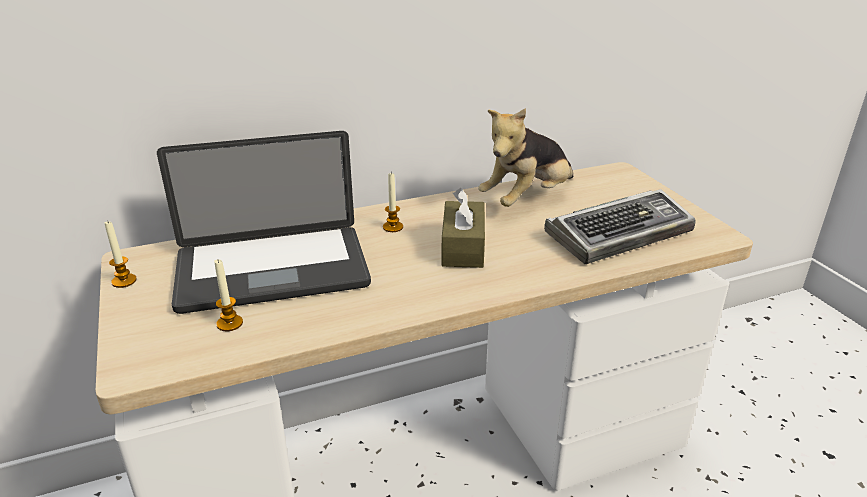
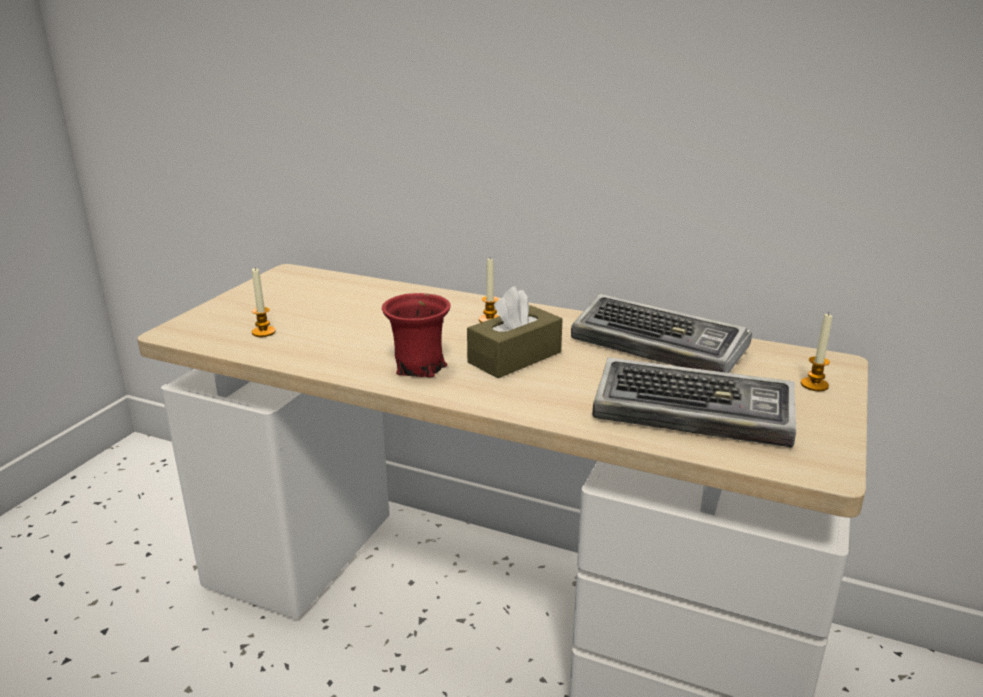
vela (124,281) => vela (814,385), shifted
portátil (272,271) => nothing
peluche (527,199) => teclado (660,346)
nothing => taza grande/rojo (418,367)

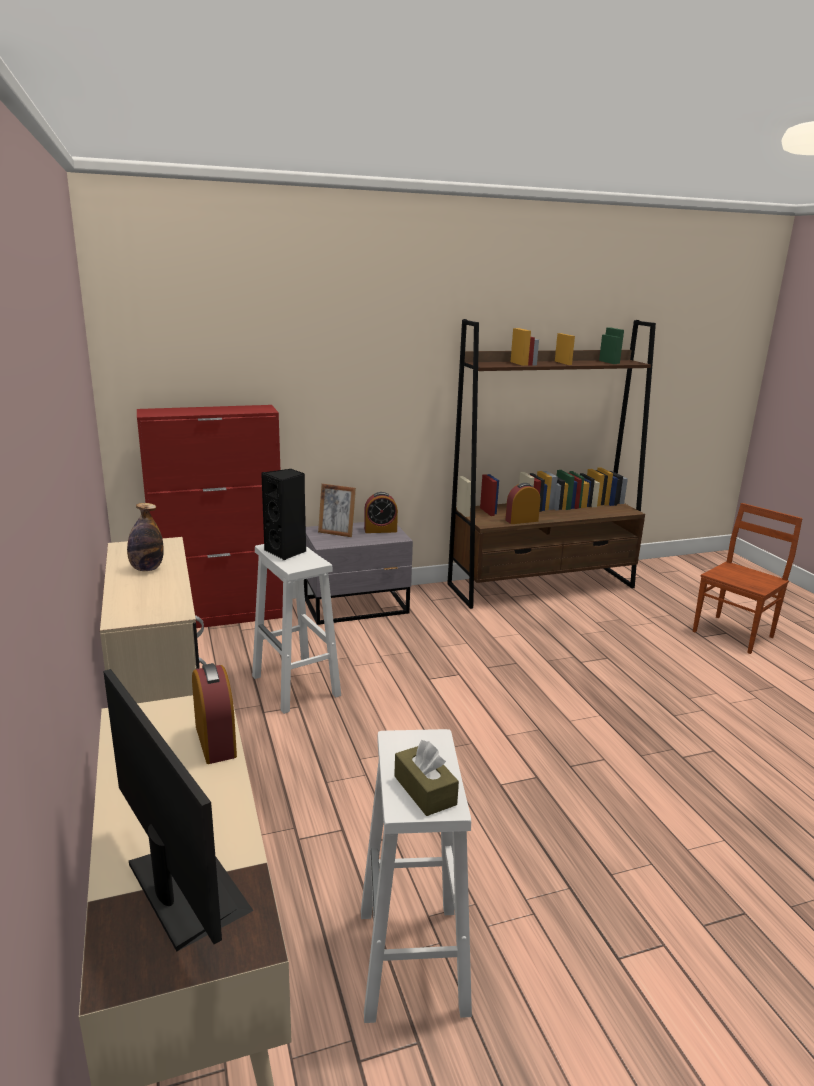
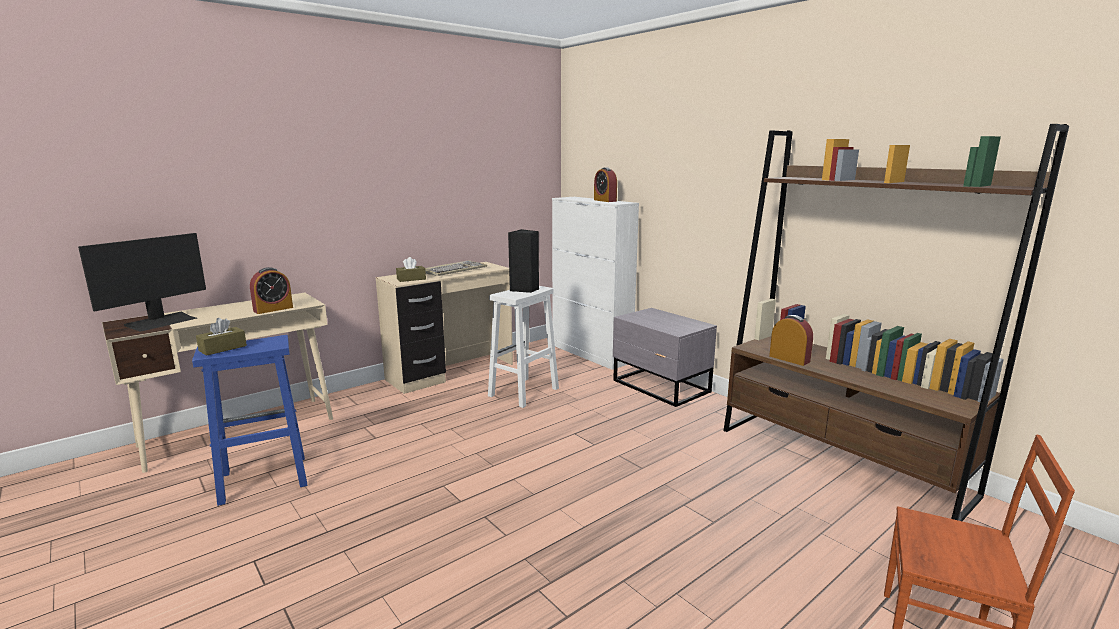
botella (147,569) => teclado (455,270)
armario/rojo (222,616) => armario/blanco (591,354)
portarretratos (336,533) => nothing
taburete/blanco (413,962) => taburete/azul (262,480)
despertador (380,530) => despertador (605,200), shifted
nothing => caja de pañuelos/marrón (411,279)

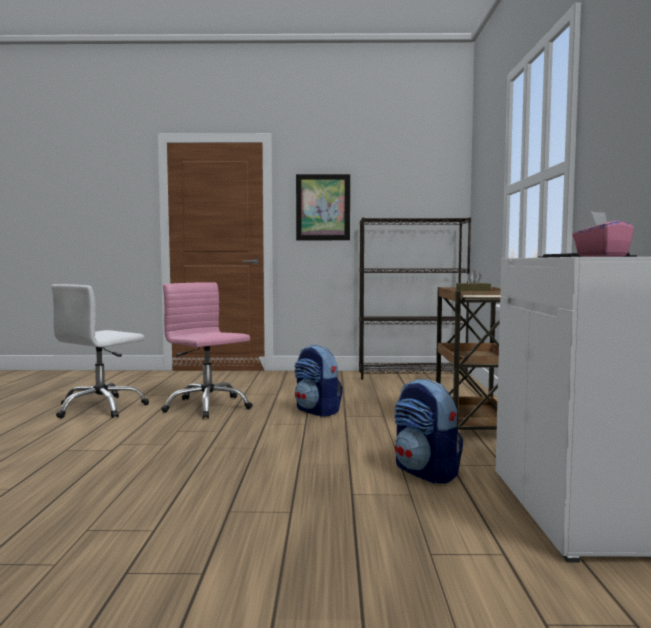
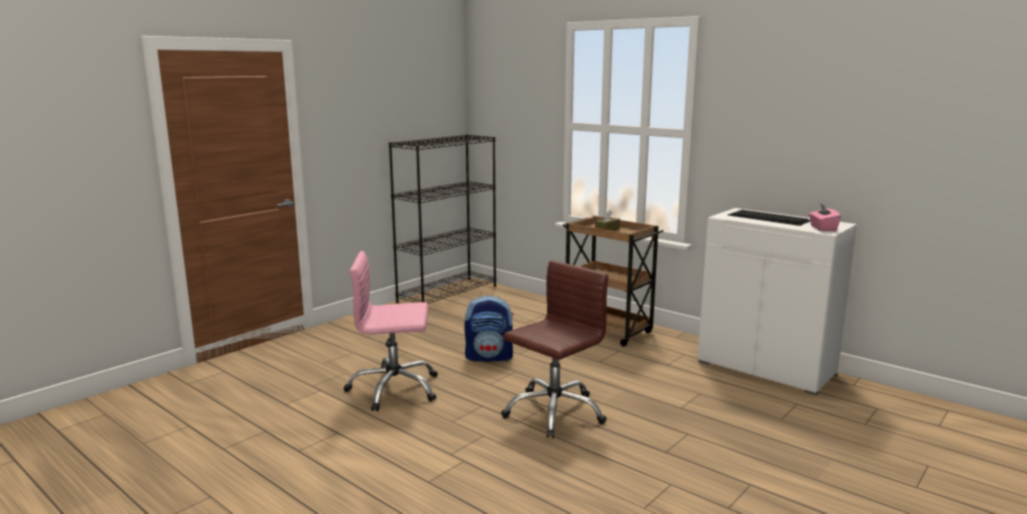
silla de oficina/blanco (101,408) => nothing
cuadro (323,207) => nothing
mochila (426,473) => nothing
nothing => silla de oficina/marrón (554,412)

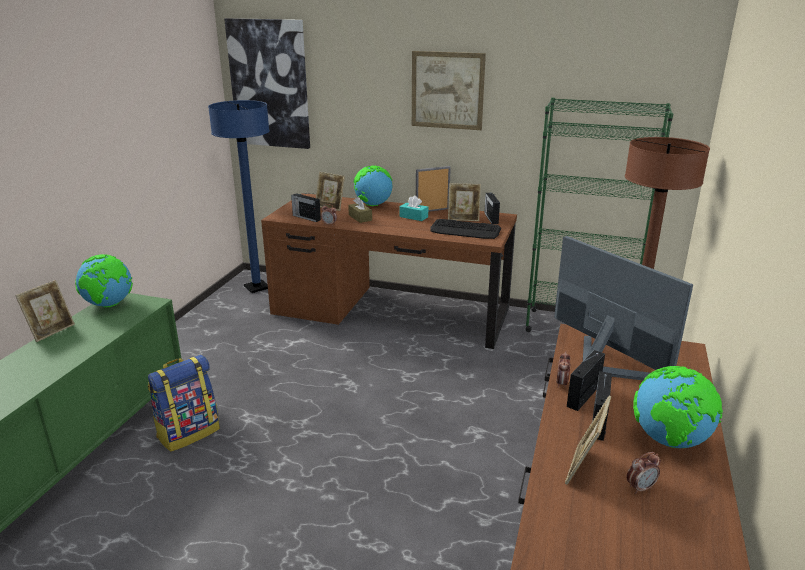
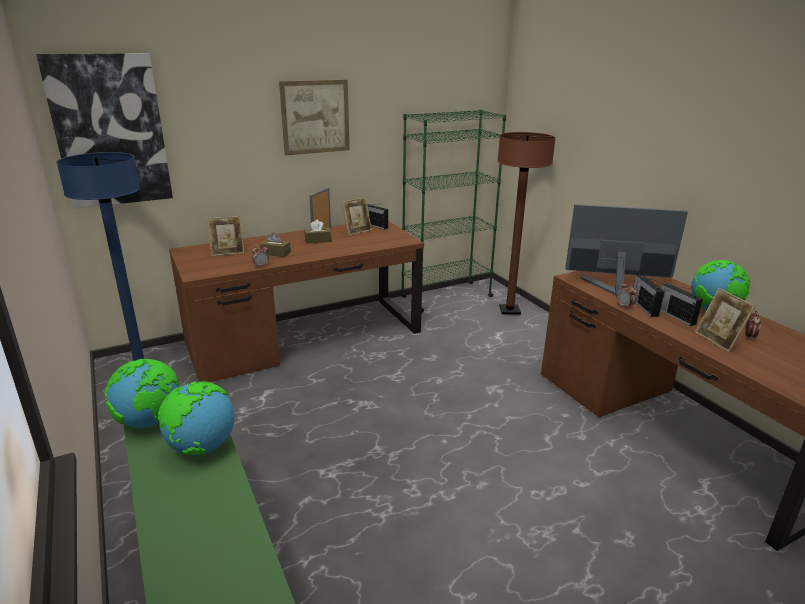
portarretratos (51,331) => nothing
mochila (189,432) => nothing
radio (306,217) => nothing
globo terráqueo (373,205) => globo terráqueo (201,448), shifted
caja de pañuelos/turquesa (413,217) => caja de pañuelos/marrón (318,240)
teclado (465,230) => nothing

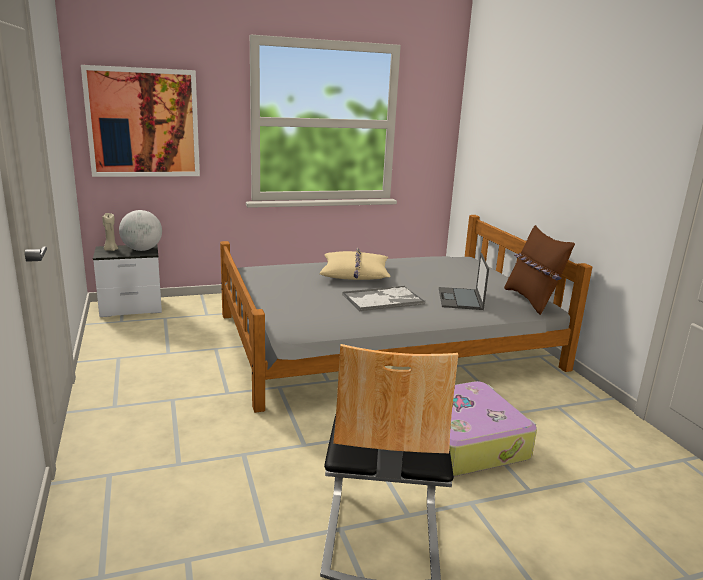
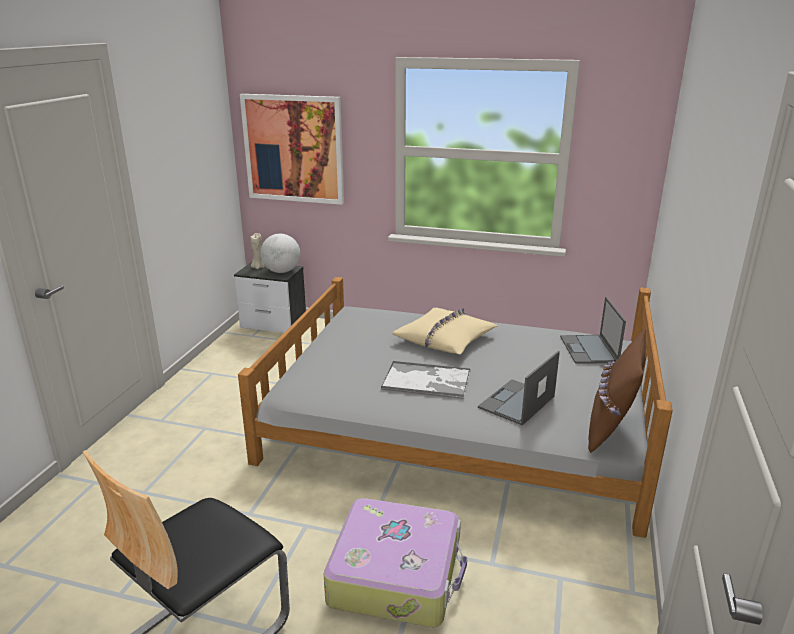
nothing => portátil (589,350)

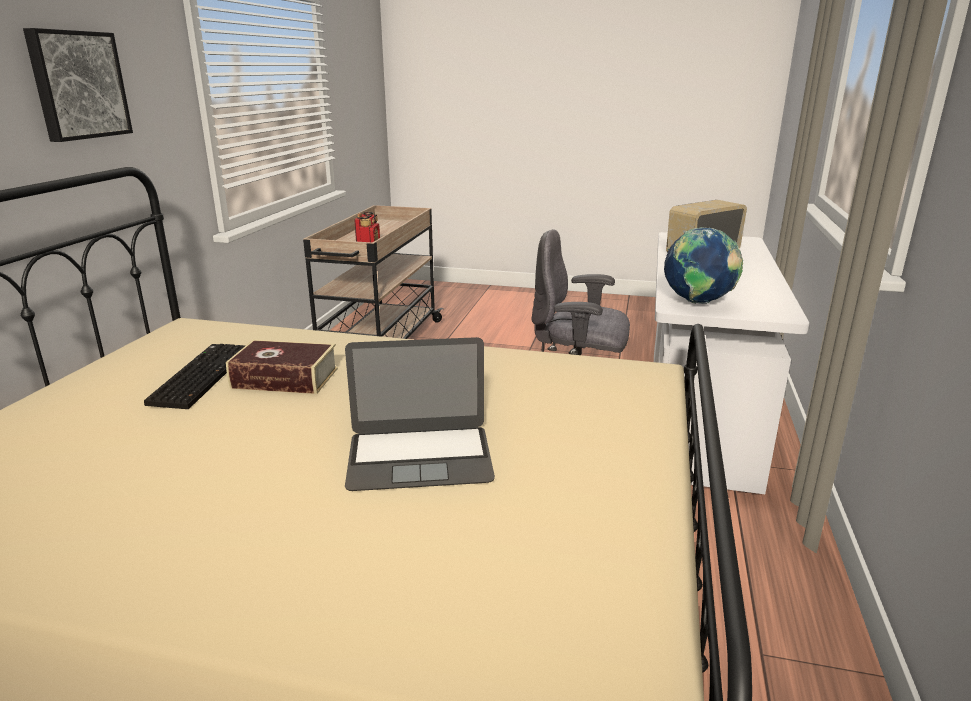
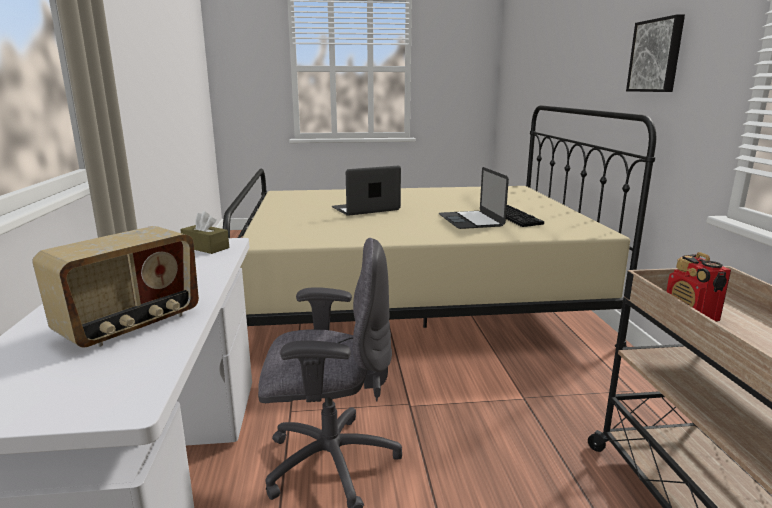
libro (285,378) => portátil (470,220)
globo terráqueo (698,303) => caja de pañuelos/marrón (206,247)

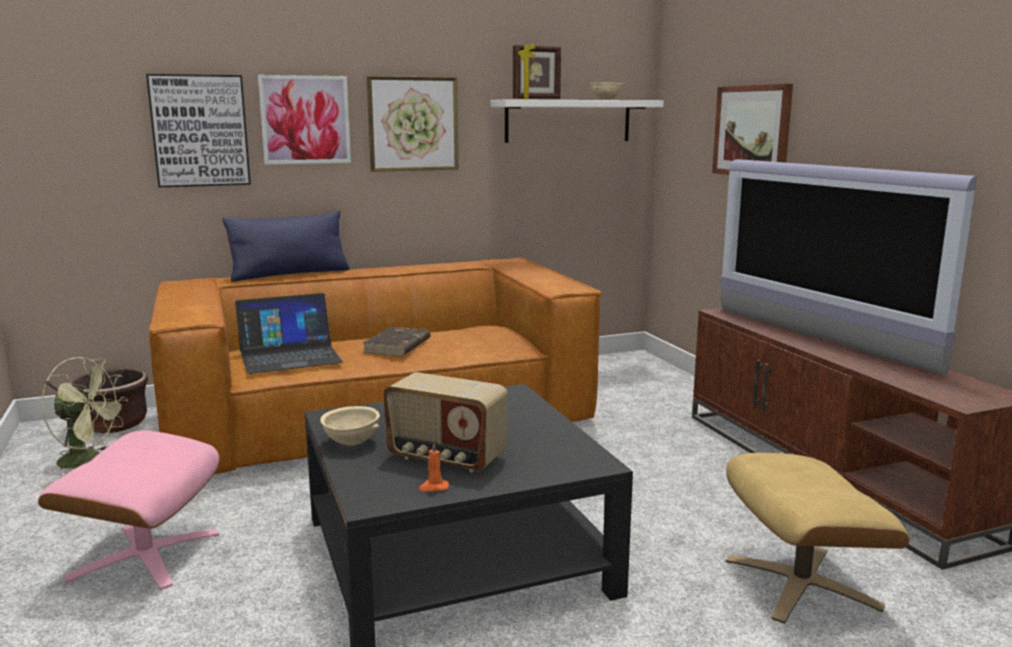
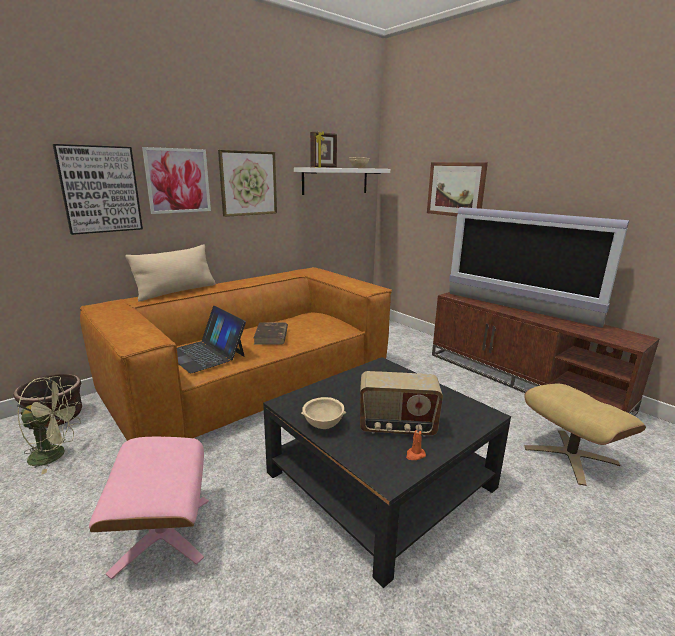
cojín/azul (290,274) => cojín/beis (177,291)
portátil (290,356) => portátil (205,354), 90 degrees clockwise

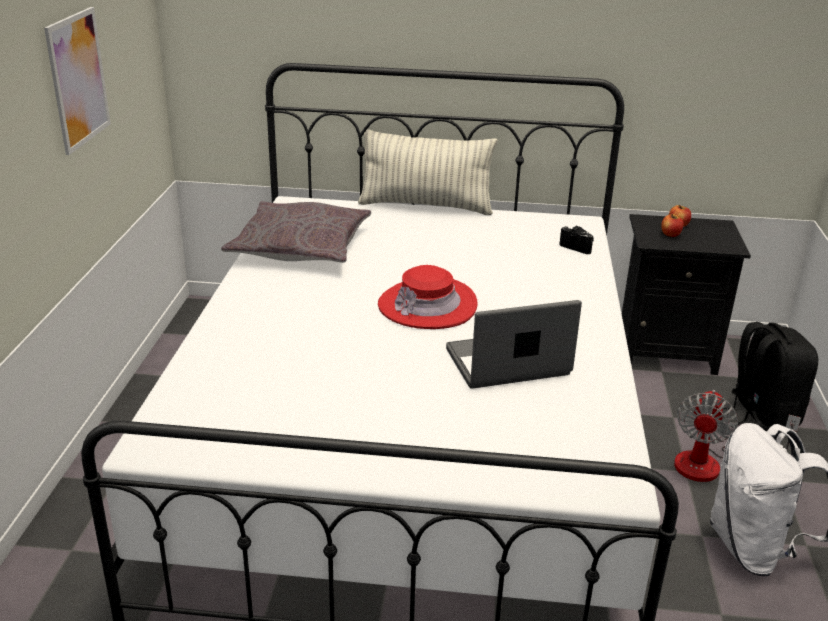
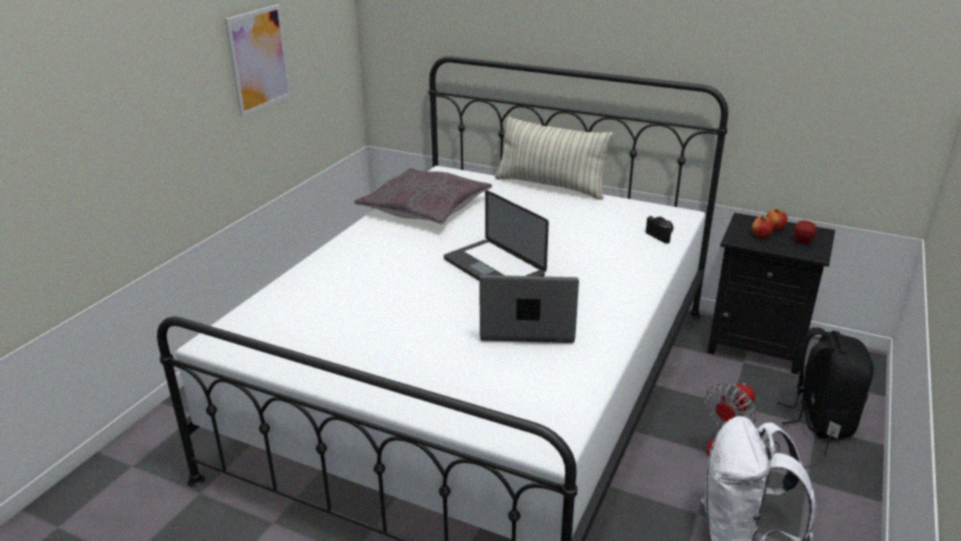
sombrero/rojo (427,305) => portátil (493,268)
nothing => manzana (802,241)

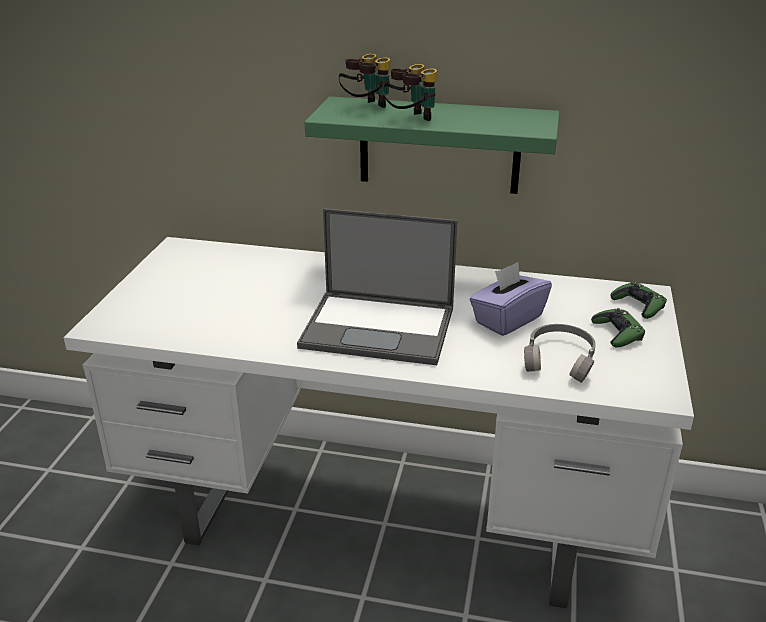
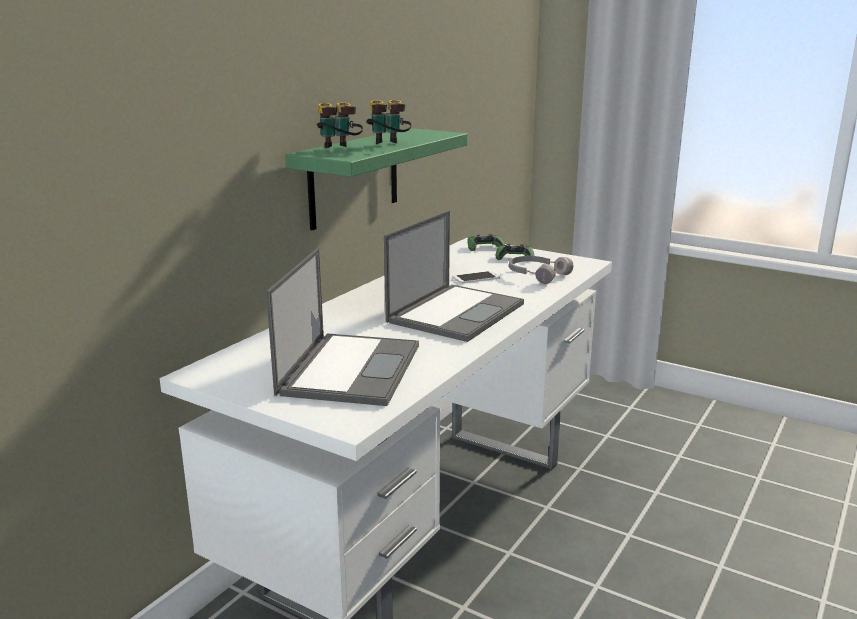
caja de pañuelos/morado (507,319) => móvil (476,278)
nothing => portátil (350,368)

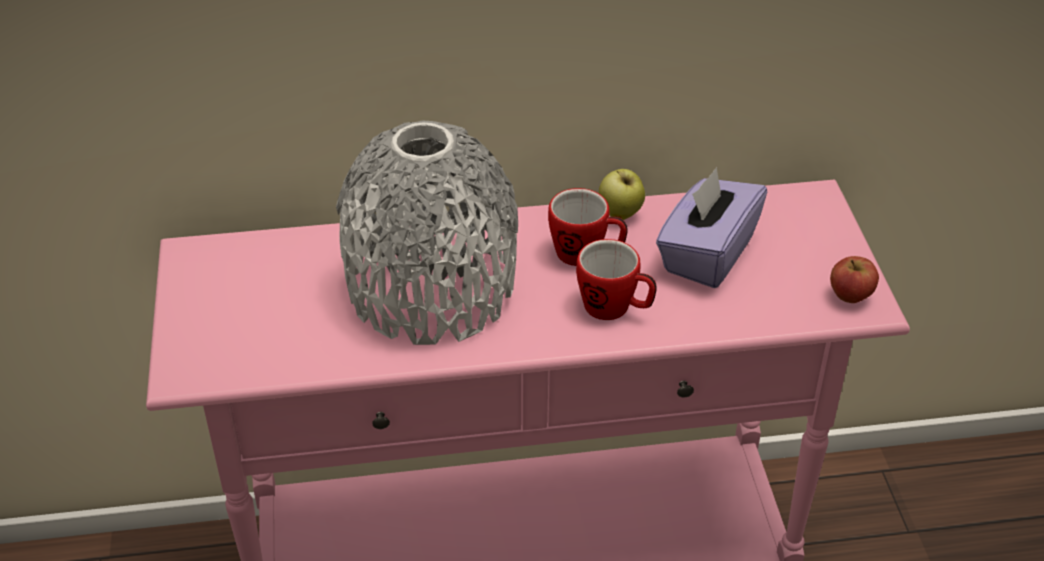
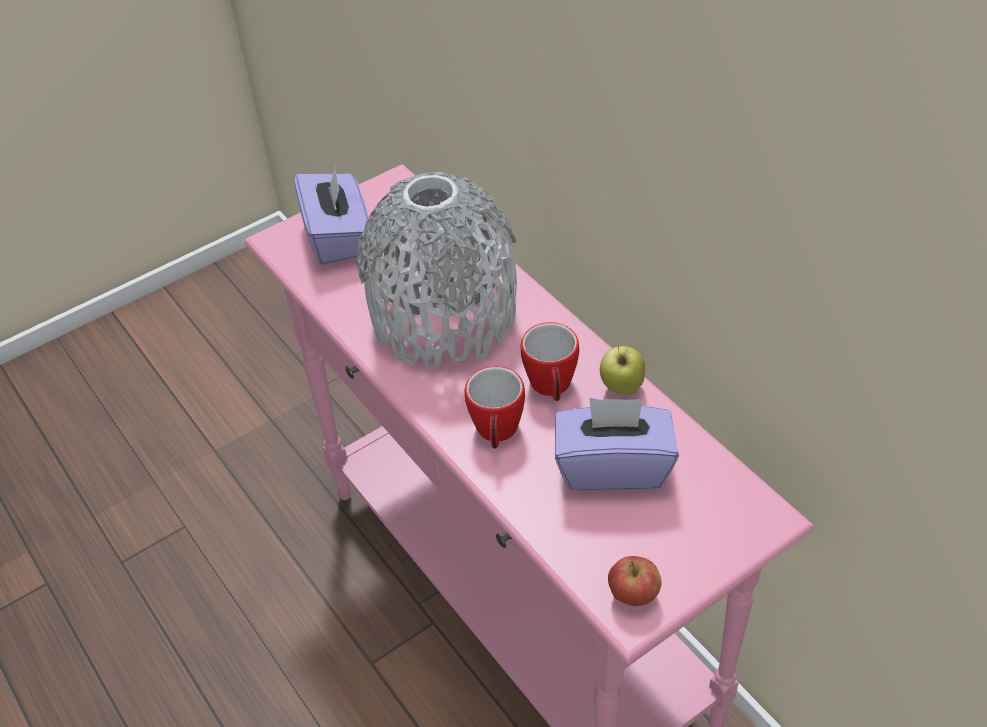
nothing => caja de pañuelos/morado (338,237)

